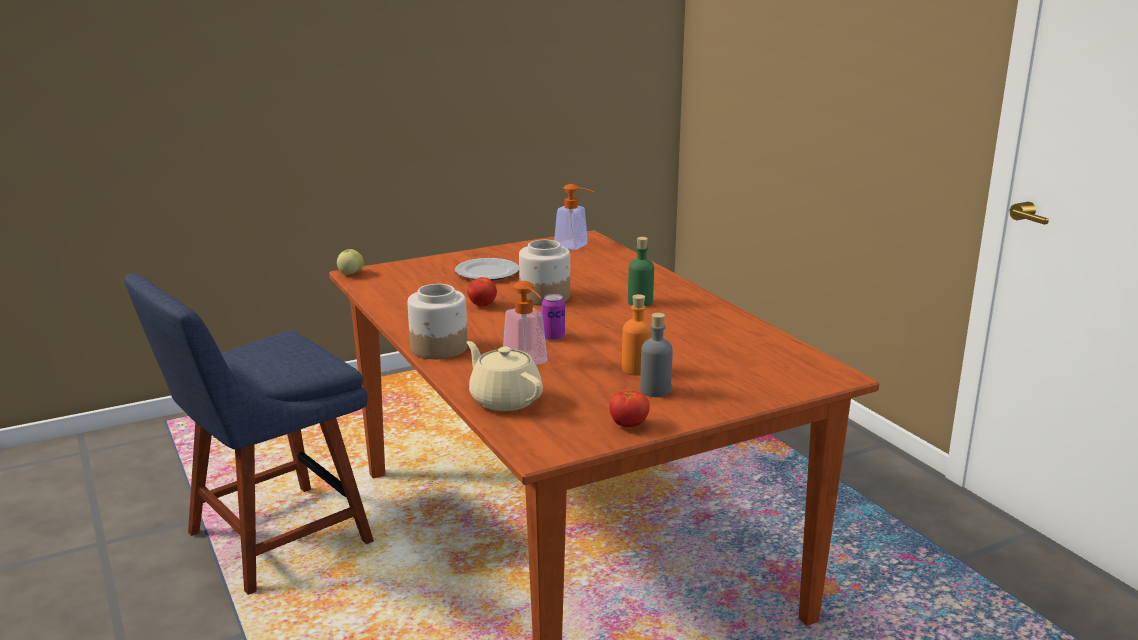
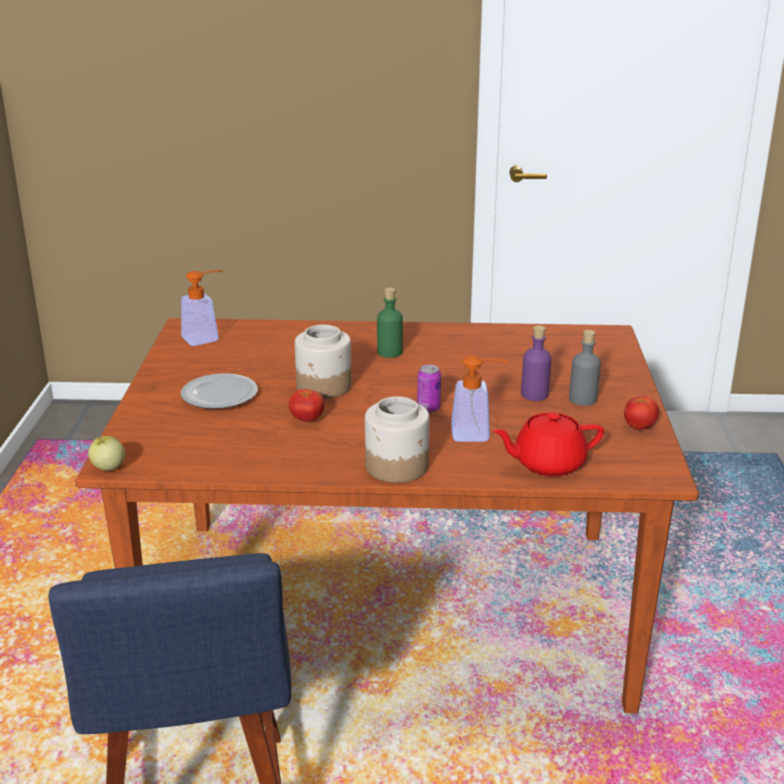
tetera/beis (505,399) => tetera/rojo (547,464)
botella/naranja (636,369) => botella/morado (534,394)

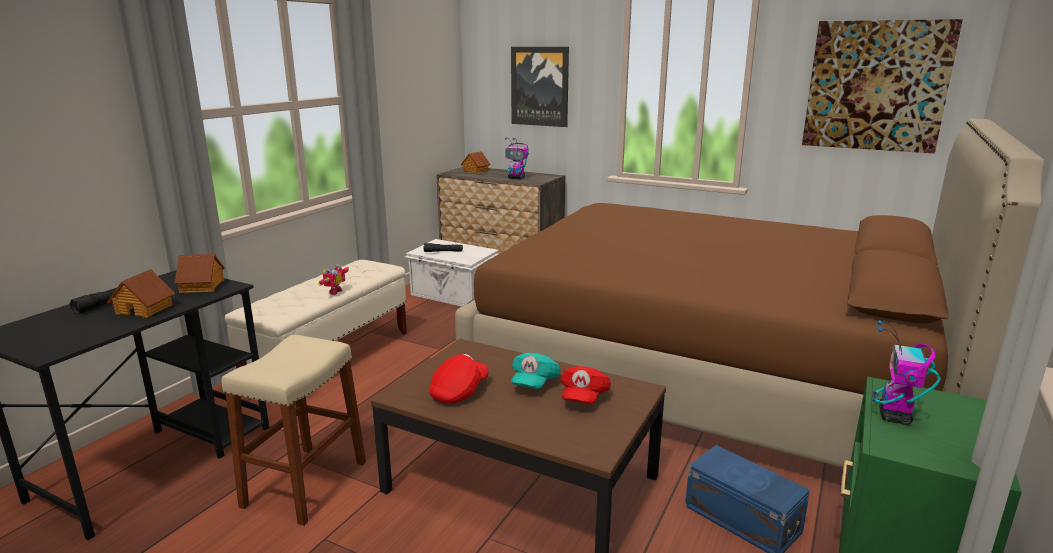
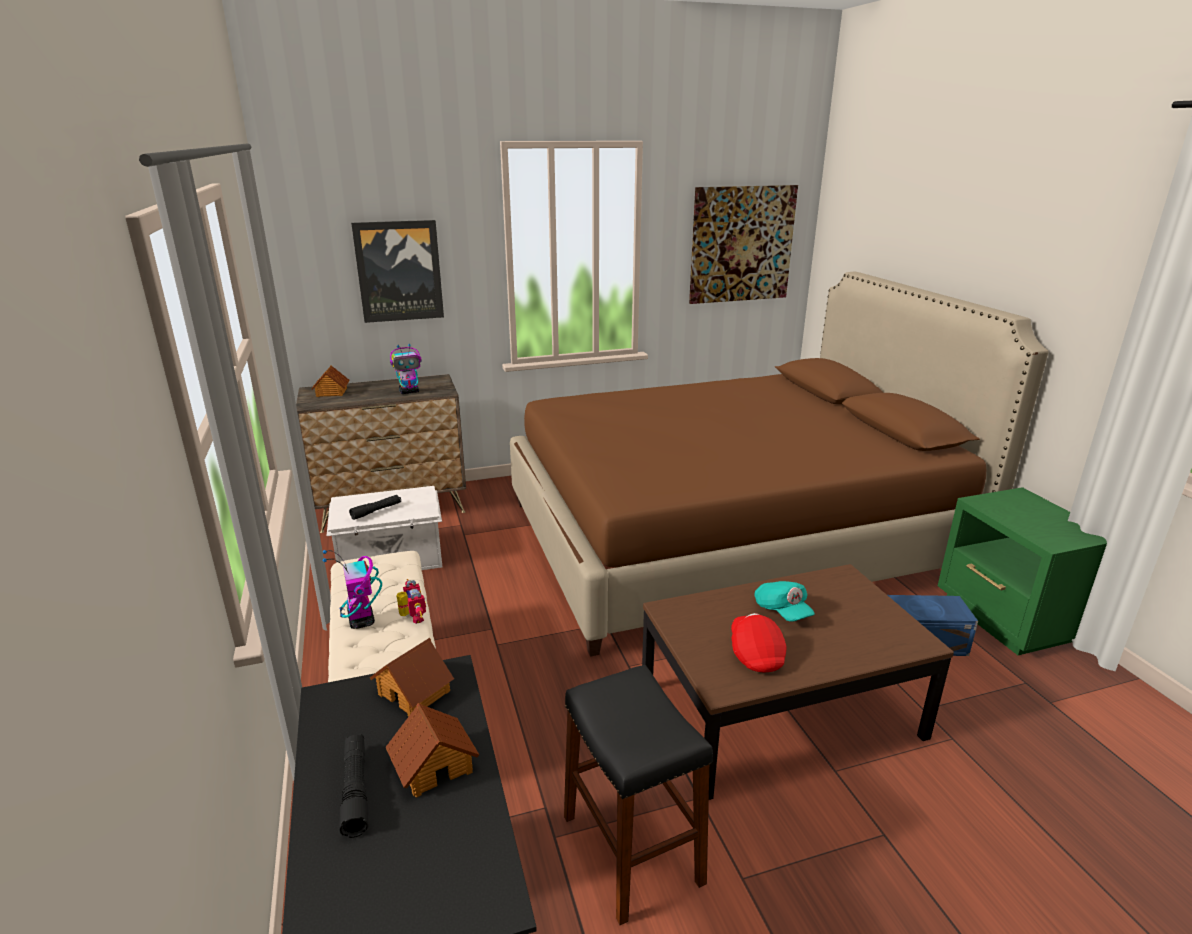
taburete/beis (305,484) => taburete/negro (632,849)
gorra/rojo (583,397) => nothing
robot de juguete (894,416) => robot de juguete (362,621), shifted

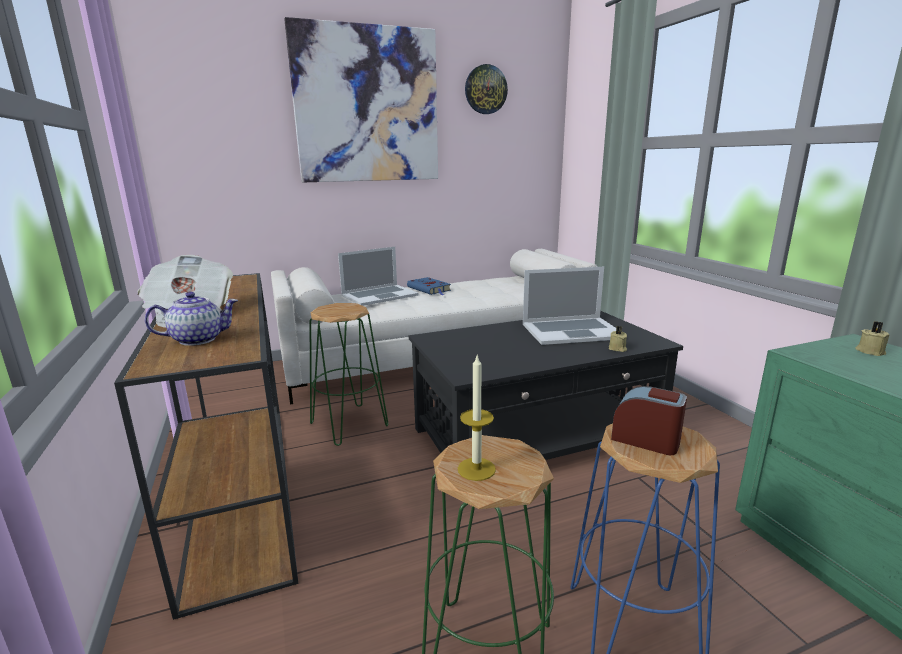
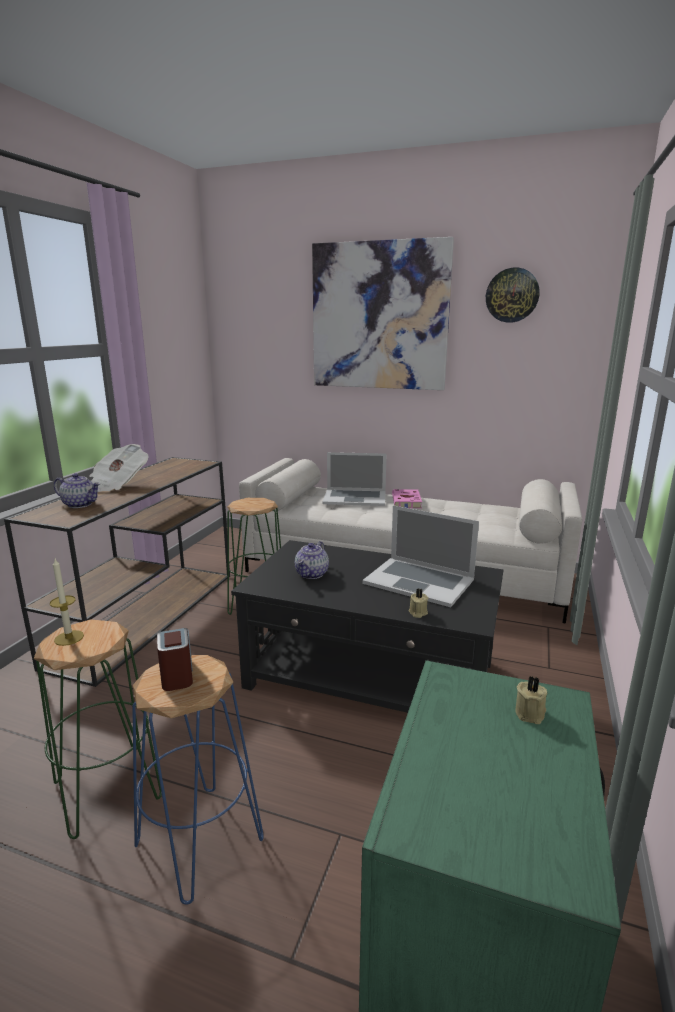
libro/azul (430,289) => libro/rosa (407,502)
nothing => tetera (312,574)

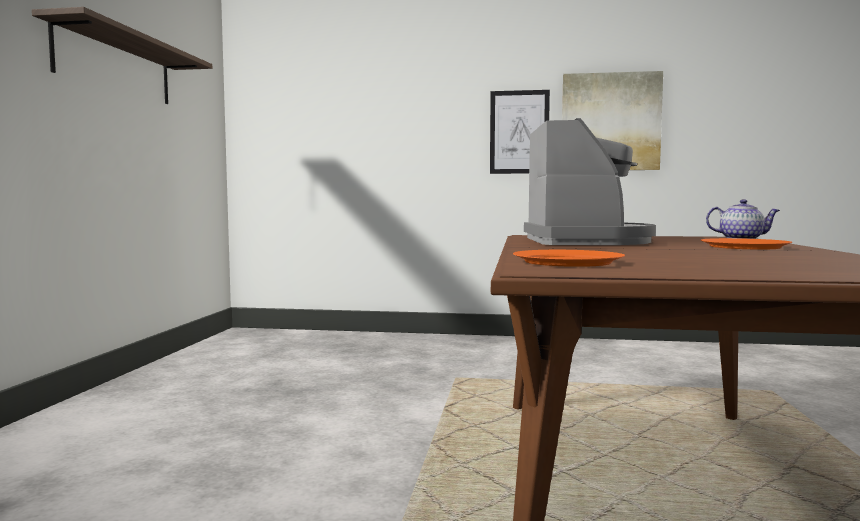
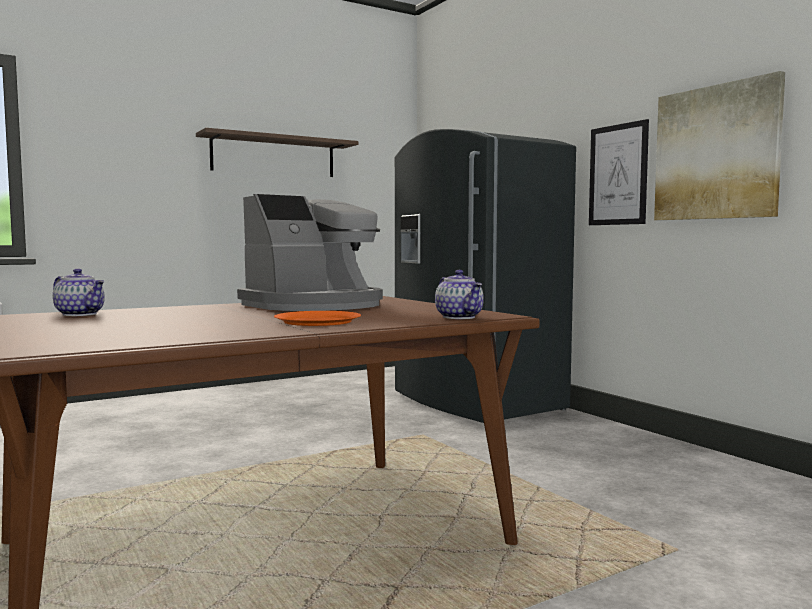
plato/naranja (566,262) => tetera (81,314)
nothing => nevera/gris (474,402)

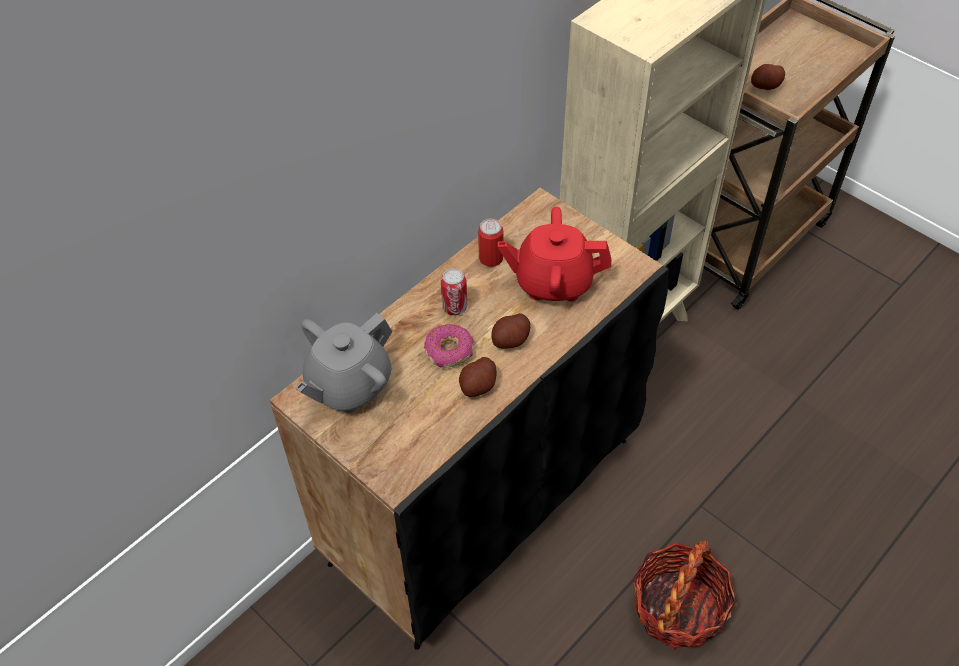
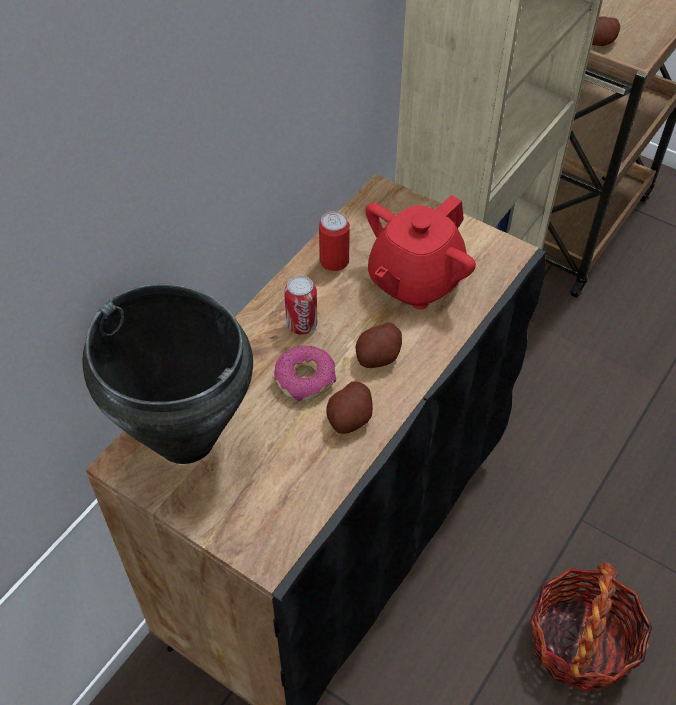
tetera/gris (349,385) => olla/negro (186,437)
tetera/rojo (553,282) => tetera/rojo (414,281), 45 degrees counterclockwise

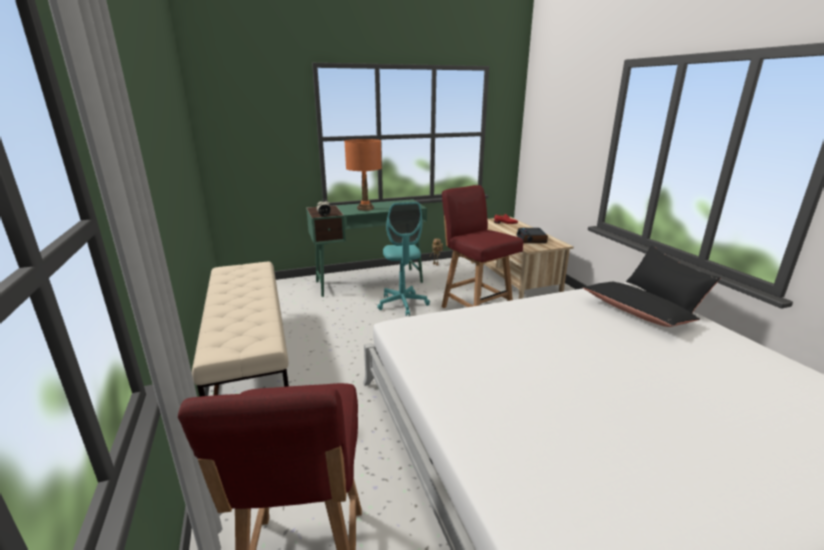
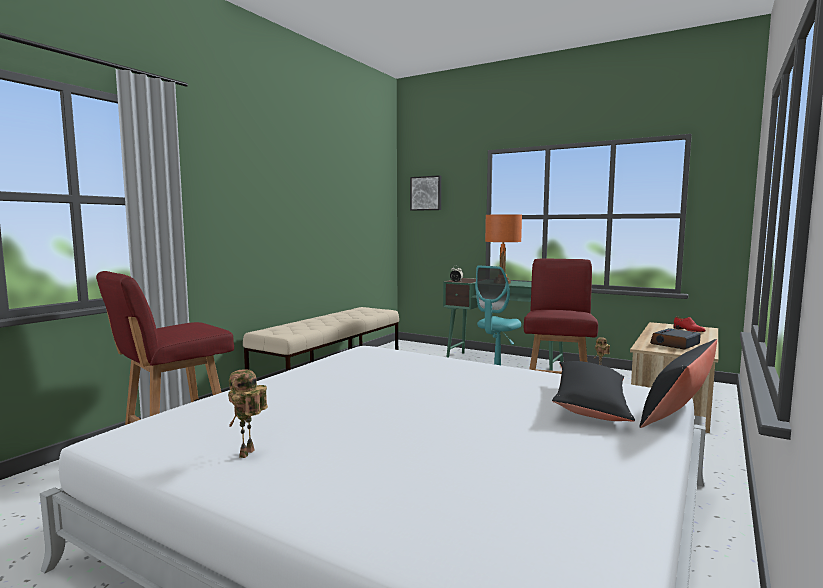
nothing => robot de juguete (248,454)
nothing => cuadro (426,193)

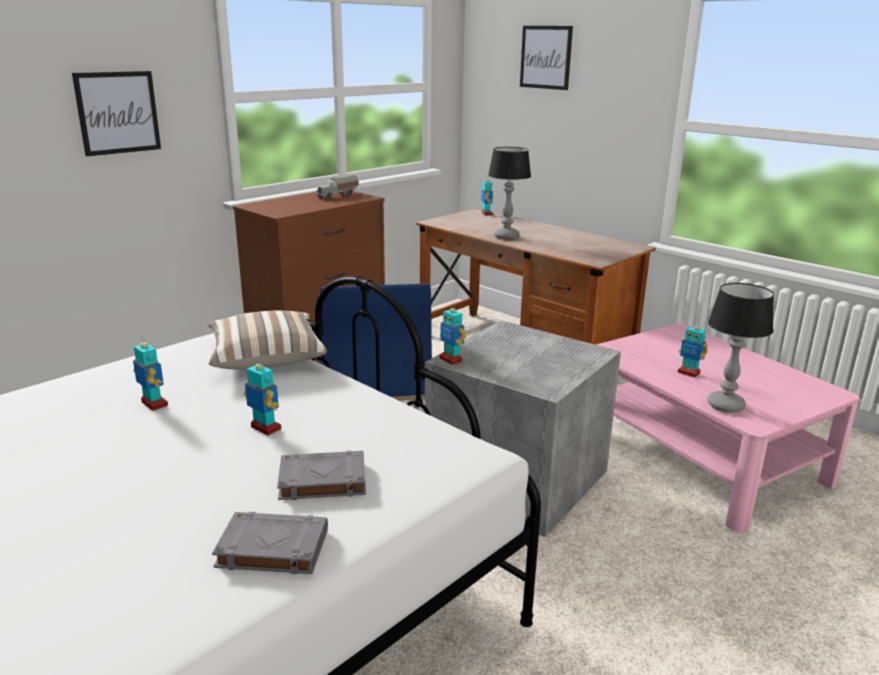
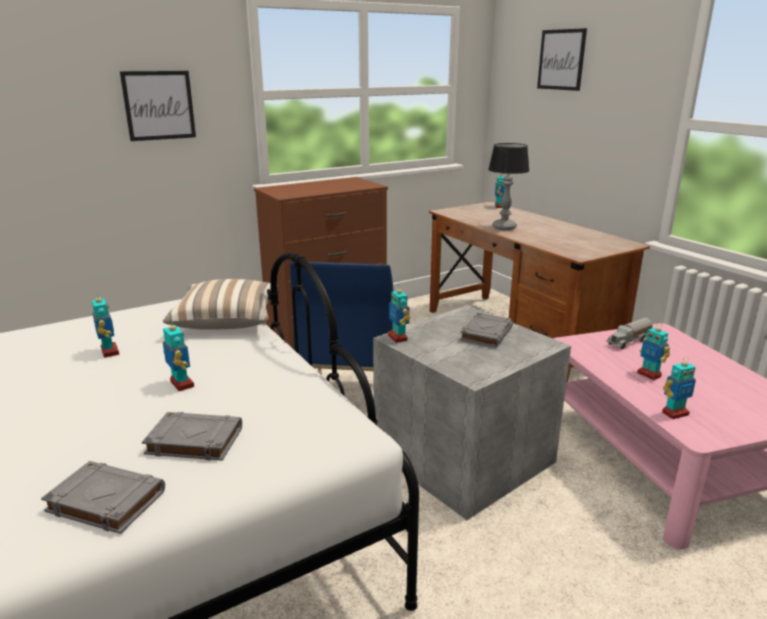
camión de juguete (338,196) => camión de juguete (629,342), shifted
lámpara de mesa (725,405) => robot de juguete (674,413)
nothing => libro/gris (486,334)

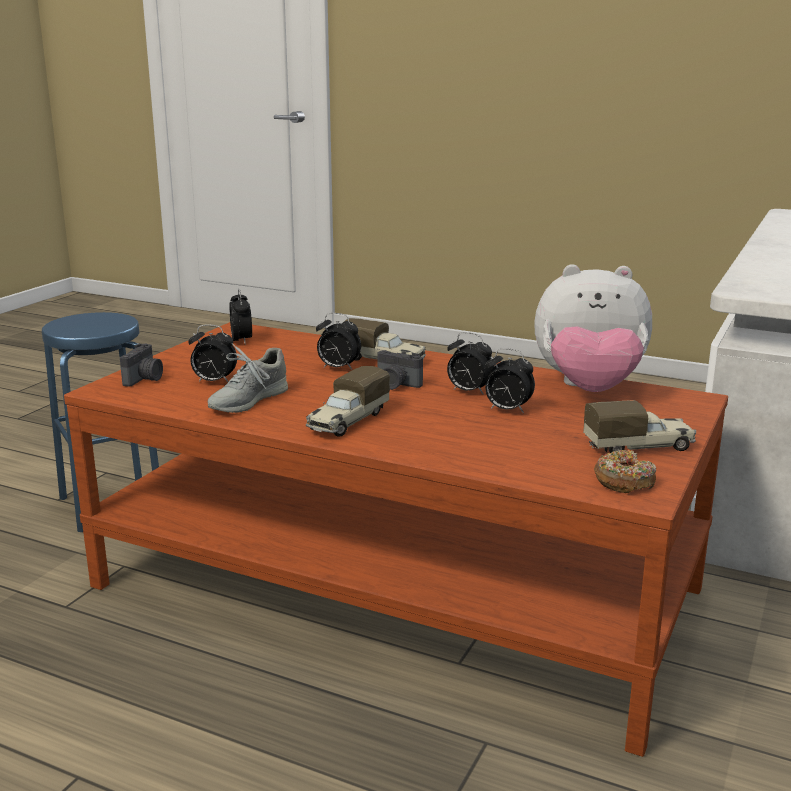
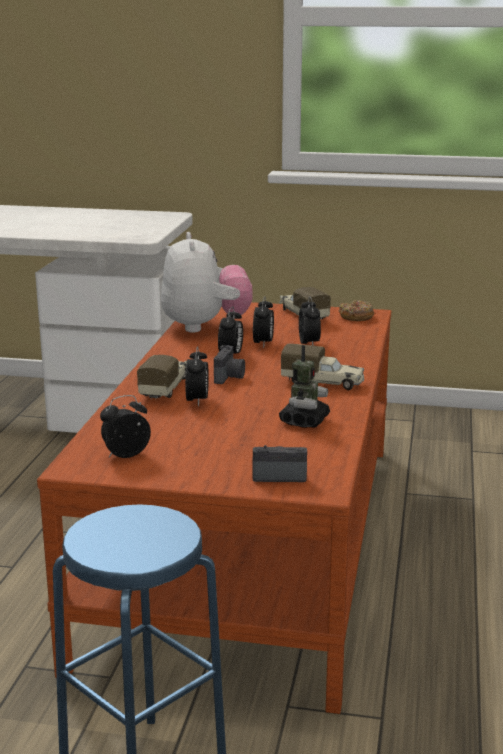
despertador (213,382) => despertador (309,344), shifted
zapato/gris (247,400) => robot de juguete (304,421)

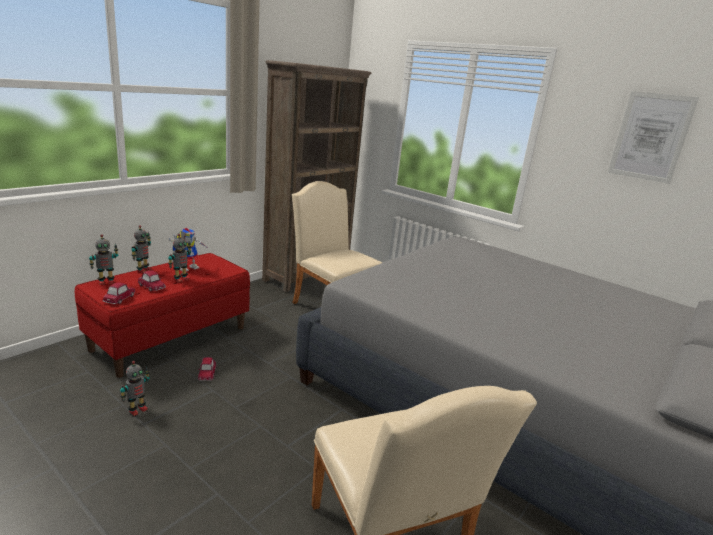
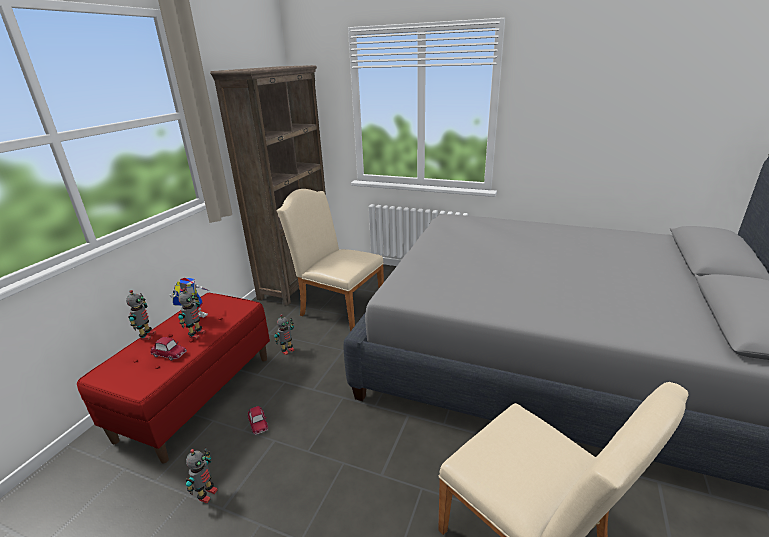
robot de juguete (106,282) => robot de juguete (287,350), shifted
coche de juguete (120,298) => nothing
cuadro (650,137) => nothing

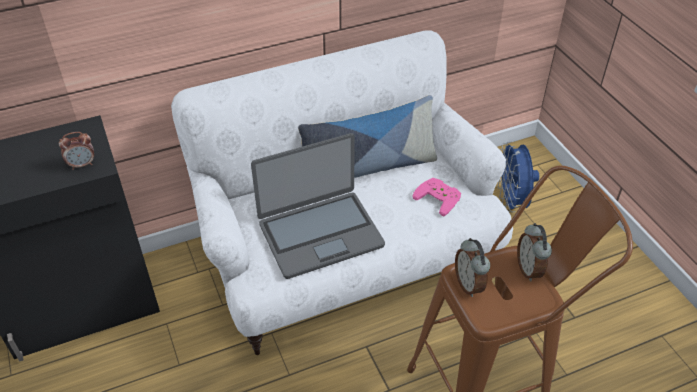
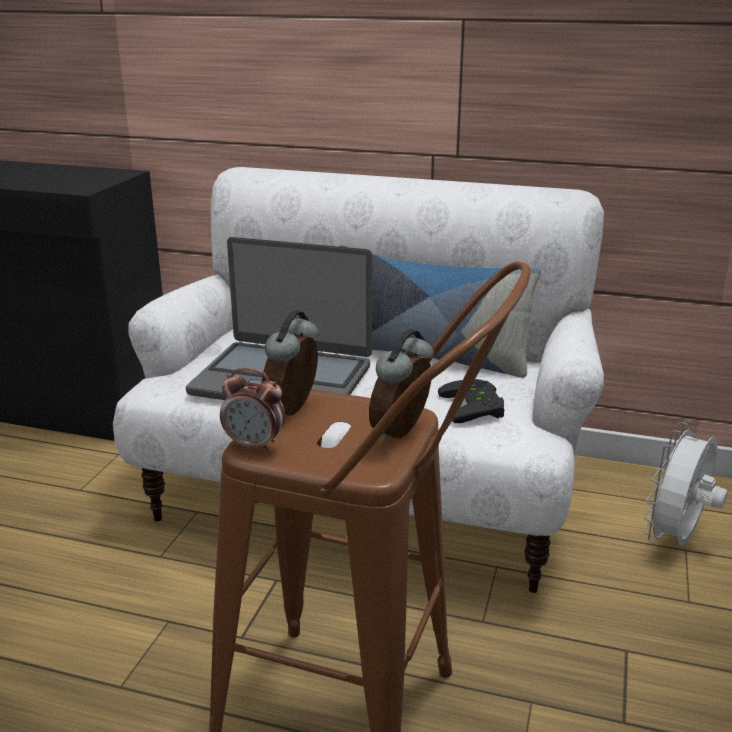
despertador (82,164) => despertador (254,446), shifted
mando de consola/rosa (439,197) => mando de consola/negro (476,407)
ventilador/azul (511,202) => ventilador/blanco (676,540)

